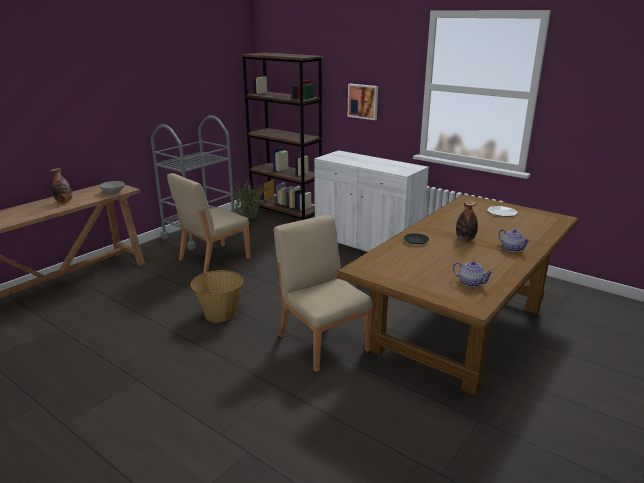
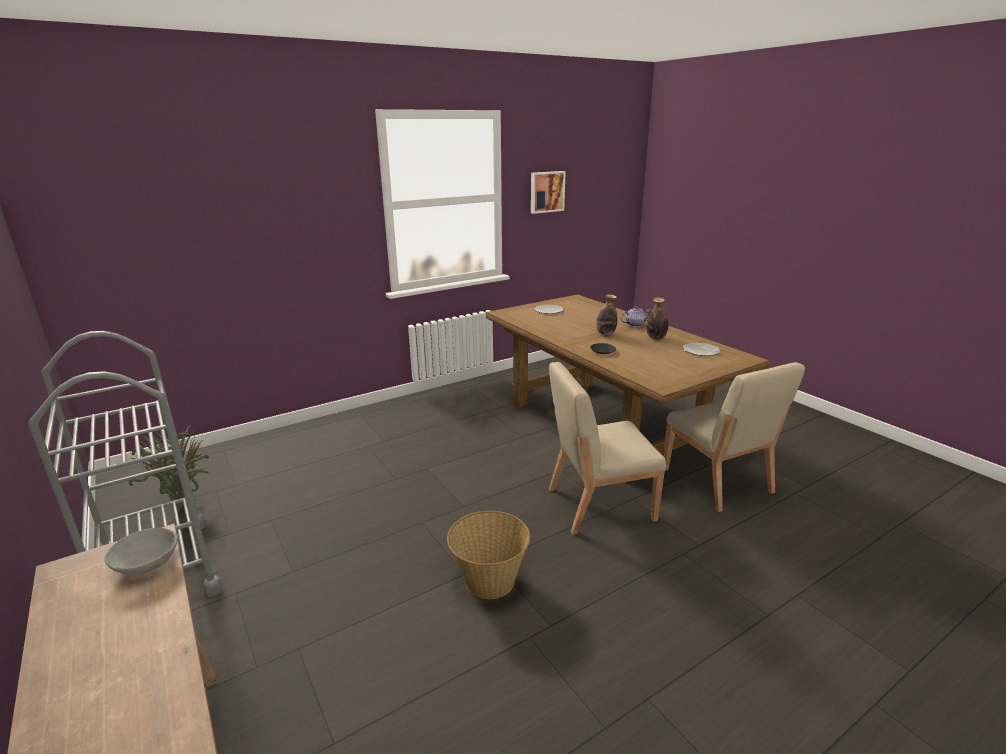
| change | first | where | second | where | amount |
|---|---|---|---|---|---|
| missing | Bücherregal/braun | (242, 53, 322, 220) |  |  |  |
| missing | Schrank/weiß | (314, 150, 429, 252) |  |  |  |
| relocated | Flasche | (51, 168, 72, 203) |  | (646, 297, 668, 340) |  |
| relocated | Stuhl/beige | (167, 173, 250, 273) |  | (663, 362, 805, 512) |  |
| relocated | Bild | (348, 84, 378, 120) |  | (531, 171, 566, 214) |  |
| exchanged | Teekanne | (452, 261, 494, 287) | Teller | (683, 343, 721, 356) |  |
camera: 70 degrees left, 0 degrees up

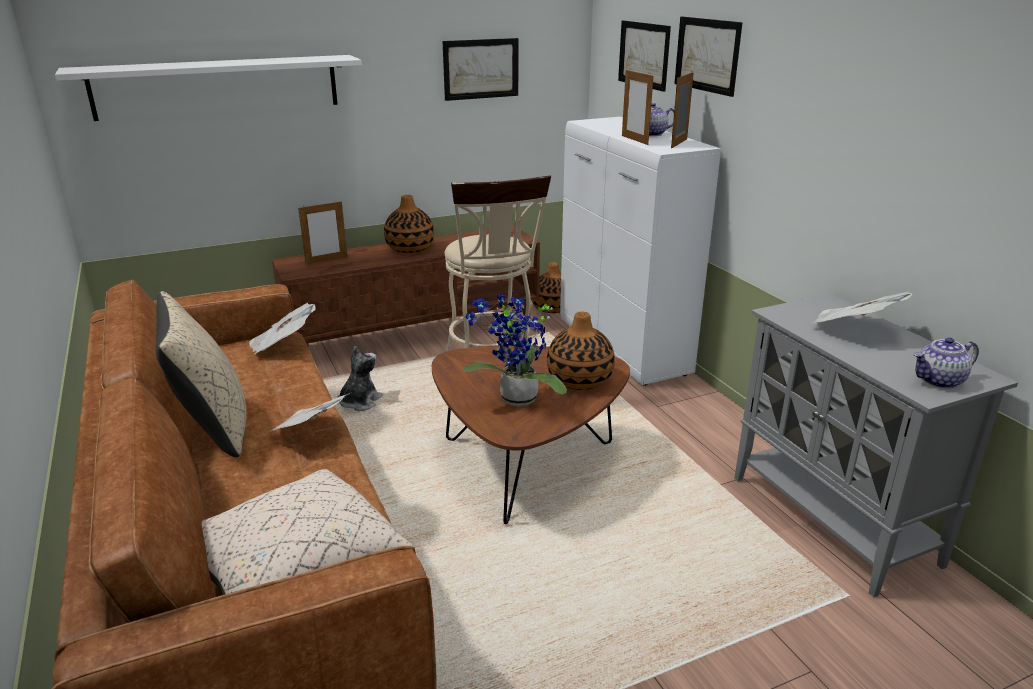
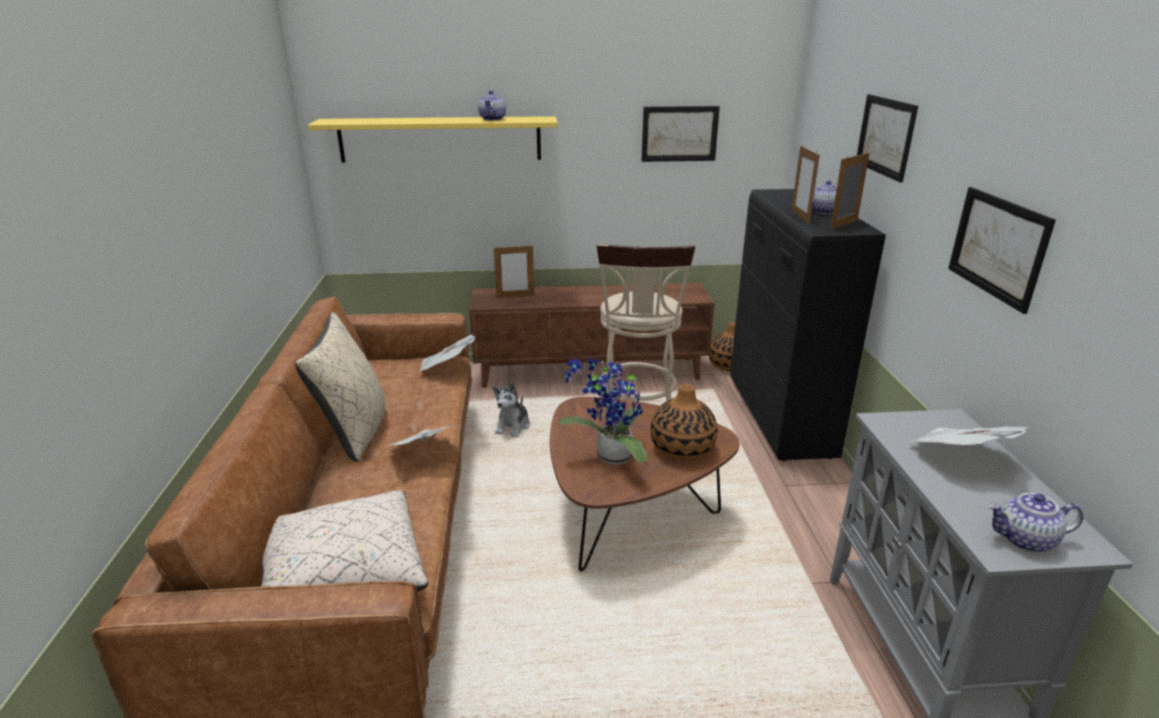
| change | first | where | second | where | amount |
|---|---|---|---|---|---|
| missing | Vase | (384, 195, 434, 253) |  |  |  |
| appeared |  |  | Teekanne | (478, 90, 506, 121) |  |
| relocated | Bild | (618, 20, 671, 92) |  | (948, 187, 1056, 314) |  |
| colour | Wandregal/weiß | (55, 55, 362, 121) | Wandregal/gelb | (308, 116, 558, 163) |  |
| colour | Schrank/weiß | (560, 117, 721, 386) | Schrank/schwarz | (730, 189, 886, 461) |  |
| spun | Plüschtier | (338, 346, 383, 411) |  | (493, 382, 530, 437) | 150 degrees clockwise |
camera: 20 degrees right, 0 degrees up

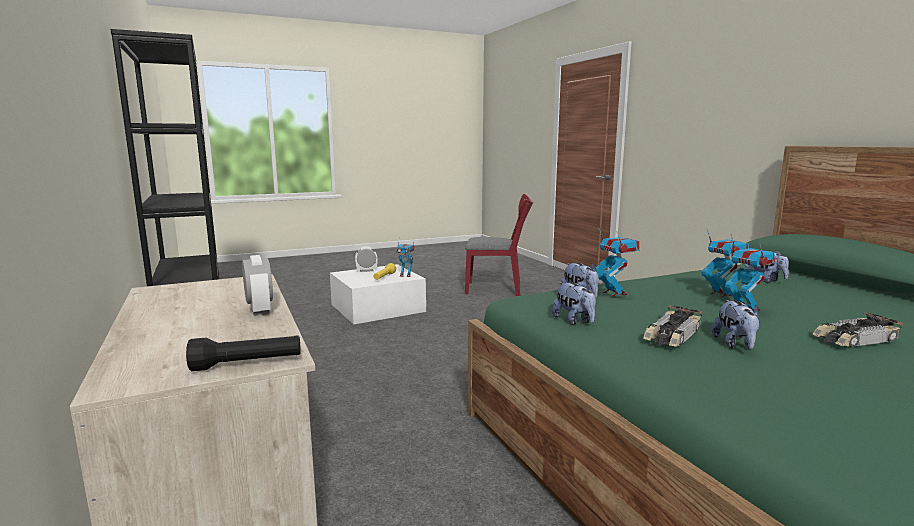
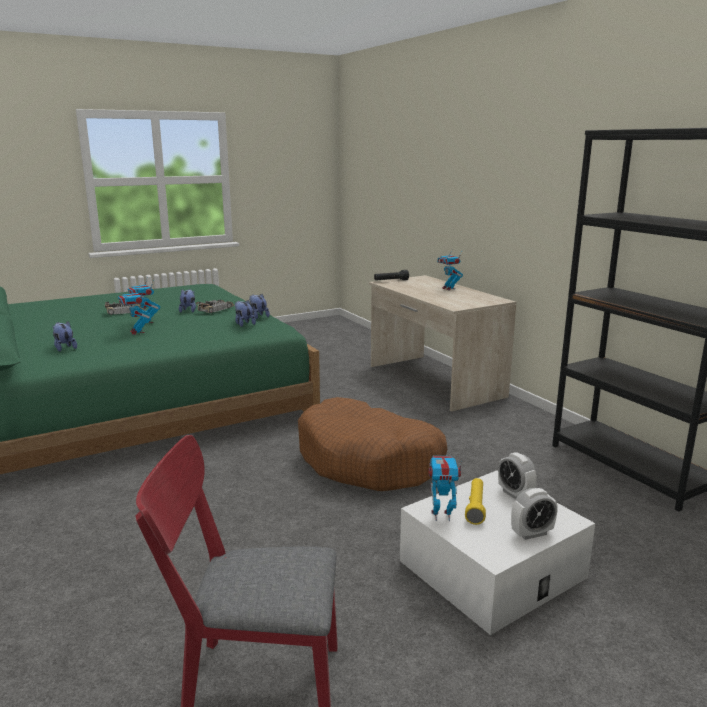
| change | first | where | second | where | amount |
|---|---|---|---|---|---|
| appeared |  |  | Hundebett/braun | (298, 397, 447, 491) |  |
| relocated | Wecker | (242, 255, 273, 316) |  | (498, 452, 537, 499) |  |
| relocated | Spielzeugroboter | (595, 227, 640, 296) |  | (438, 248, 463, 290) |  |
camera: 175 degrees right, 5 degrees up

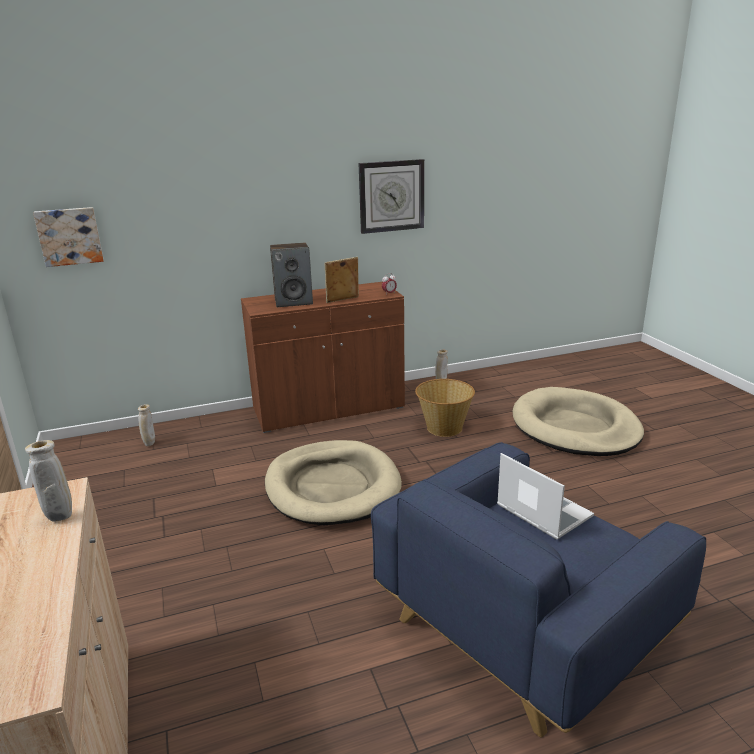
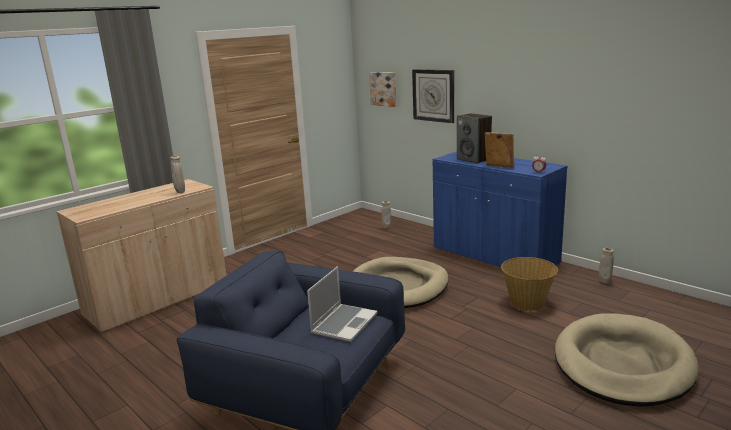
| change | first | where | second | where | amount |
|---|---|---|---|---|---|
| relocated | Wanduhr | (358, 159, 424, 234) |  | (412, 69, 454, 123) |  |
| colour | Schrank/braun | (241, 282, 405, 433) | Schrank/blau | (432, 152, 567, 267) |  |
camera: 65 degrees right, 5 degrees down

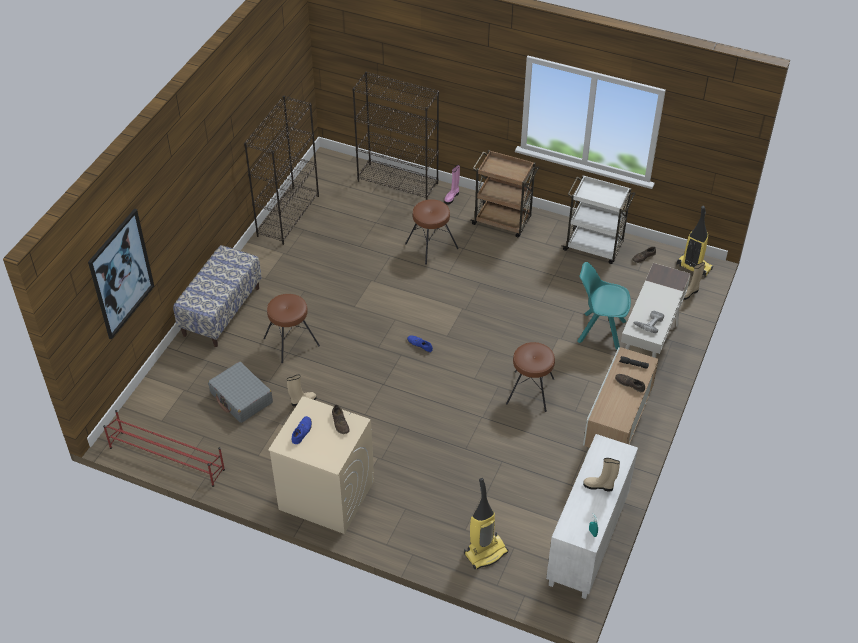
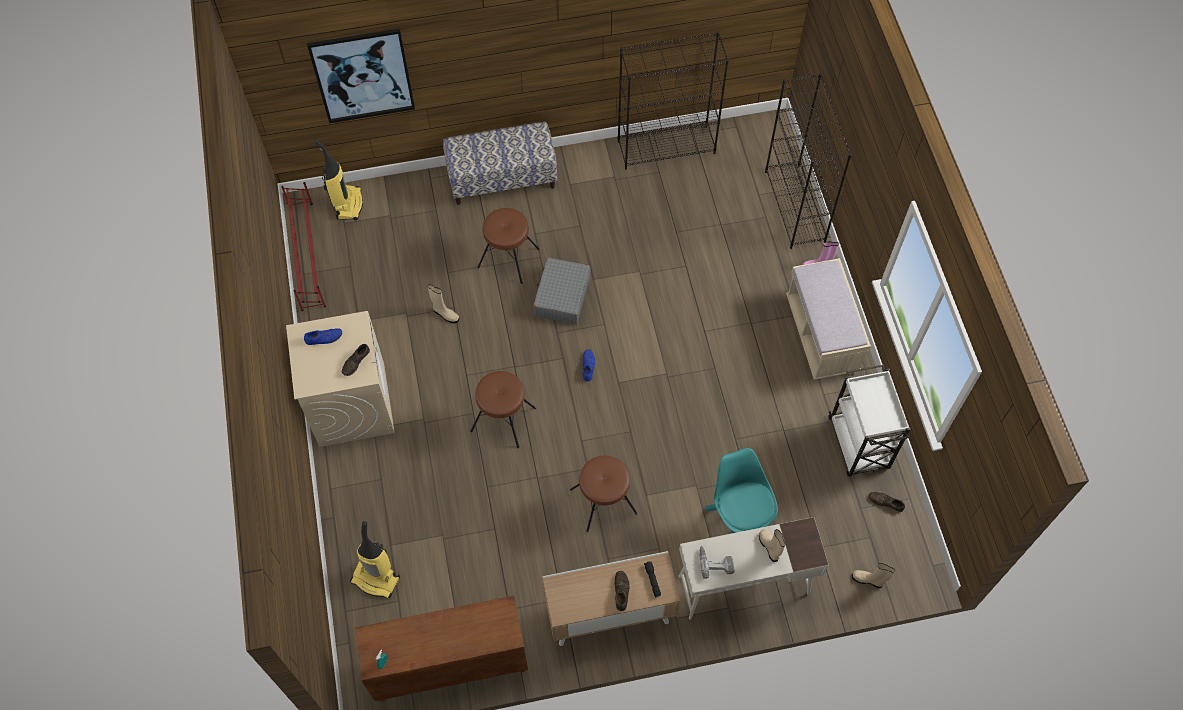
| change | first | where | second | where | amount |
|---|---|---|---|---|---|
| relocated | Koffer/grau | (208, 362, 273, 423) |  | (533, 258, 590, 324) |  |
| relocated | Hocker/braun | (405, 199, 459, 265) |  | (470, 371, 536, 448) |  |
| relocated | Stiefel/beige | (583, 458, 620, 491) |  | (759, 529, 785, 562) |  |
| relocated | Staubsauger | (676, 206, 713, 278) |  | (314, 139, 363, 220) |  |
| exchanged | Rollwagen/braun | (470, 150, 539, 238) | Bank/beige | (786, 258, 871, 380) |  |
| colour | Schrank/weiß | (546, 434, 638, 599) | Schrank/braun | (355, 595, 528, 702) |  |
camera: 55 degrees right, 15 degrees up

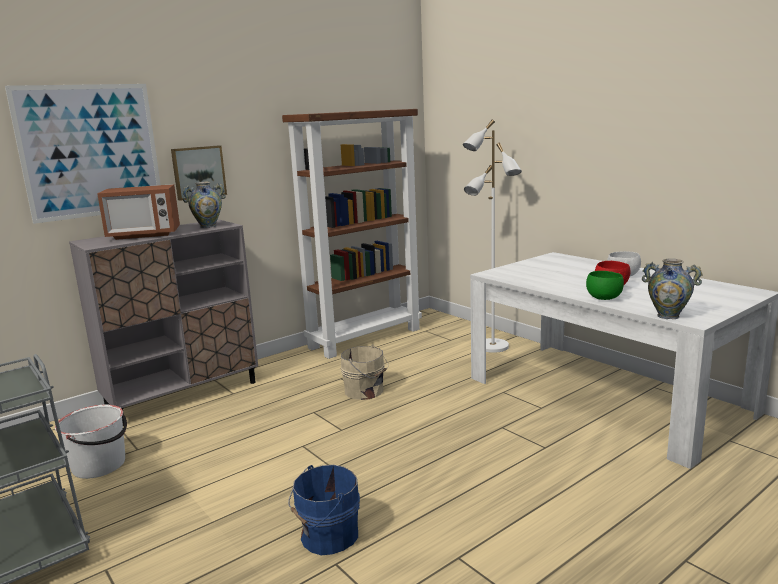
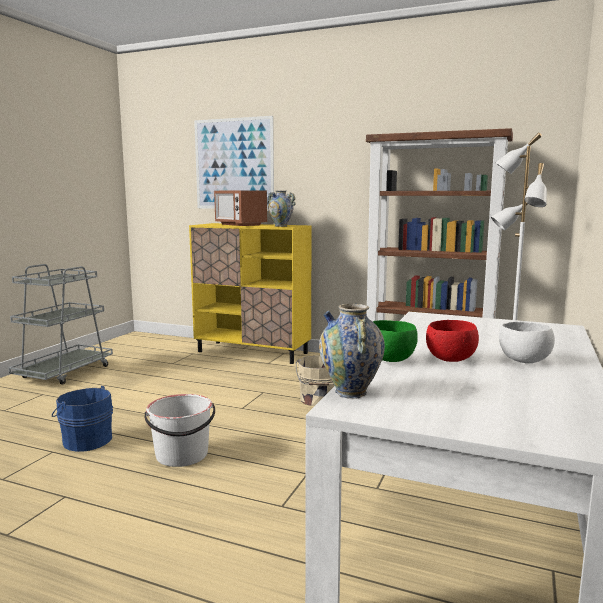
| change | first | where | second | where | amount |
|---|---|---|---|---|---|
| missing | Bild | (171, 145, 227, 201) |  |  |  |
| relocated | Eimer/weiß | (55, 405, 127, 479) |  | (145, 394, 215, 467) |  |
| colour | Schrank/grau | (69, 219, 258, 426) | Schrank/gelb | (189, 223, 312, 364) |  |
camera: 60 degrees right, 5 degrees down

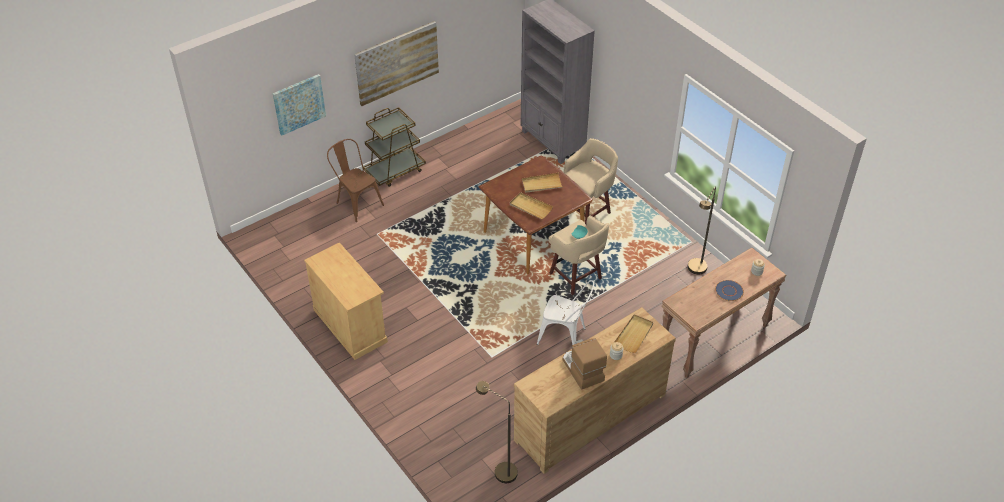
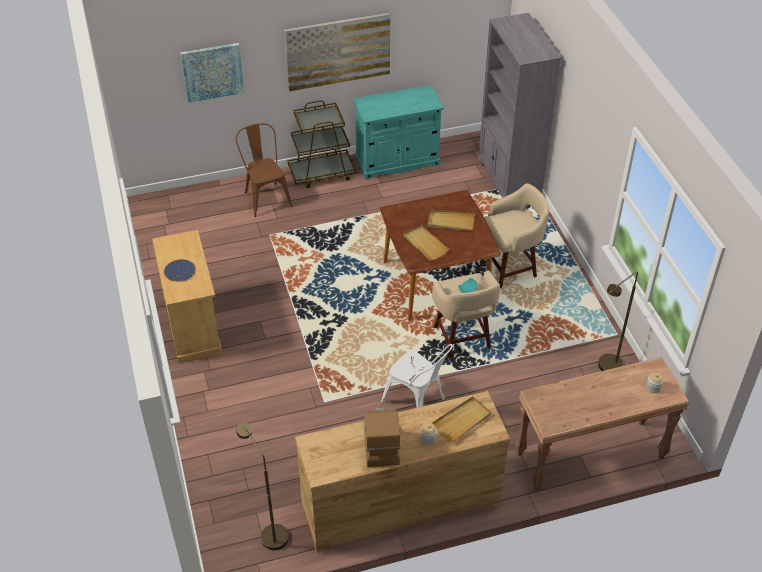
| change | first | where | second | where | amount |
|---|---|---|---|---|---|
| appeared |  |  | Schrank/türkis | (353, 85, 444, 180) |  |
| relocated | Teller/blau | (715, 280, 744, 301) |  | (164, 259, 196, 282) |  |
camera: 20 degrees right, 0 degrees up

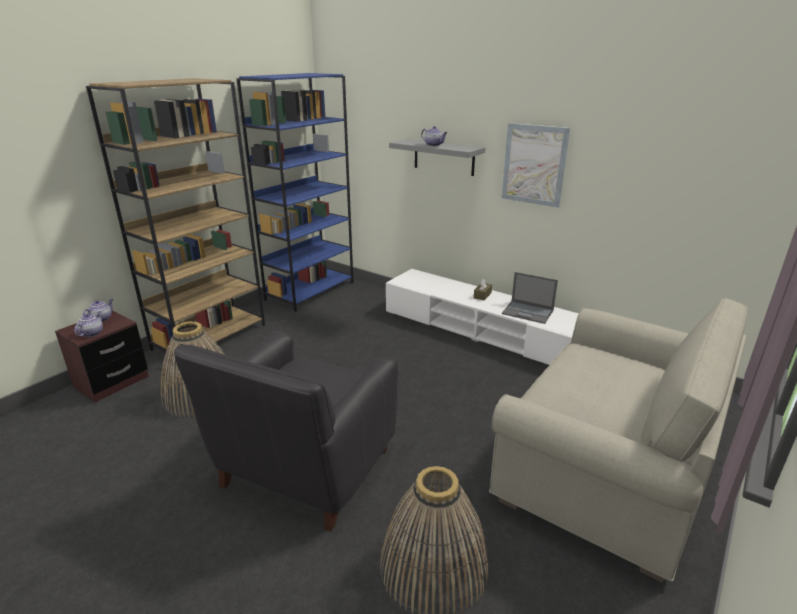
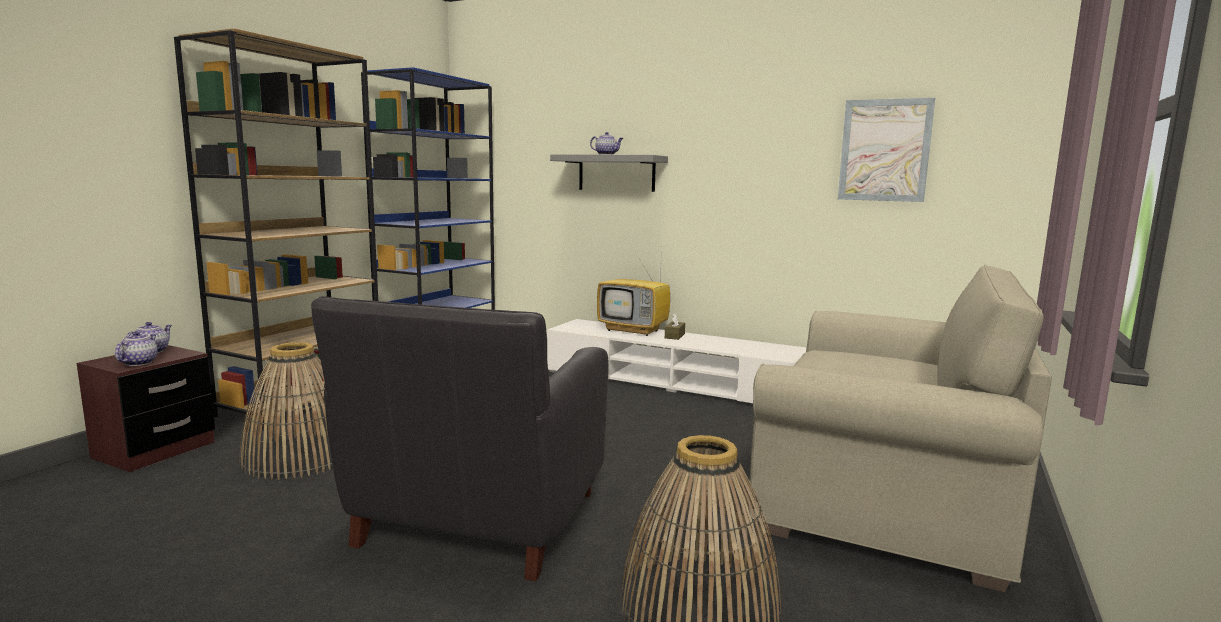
| change | first | where | second | where | amount |
|---|---|---|---|---|---|
| missing | Laptop | (502, 272, 558, 324) |  |  |  |
| appeared |  |  | Fernseher | (597, 249, 670, 336) |  |
| relocated | Bild | (502, 123, 570, 208) |  | (838, 98, 935, 202) |  |
camera: 10 degrees left, 15 degrees down

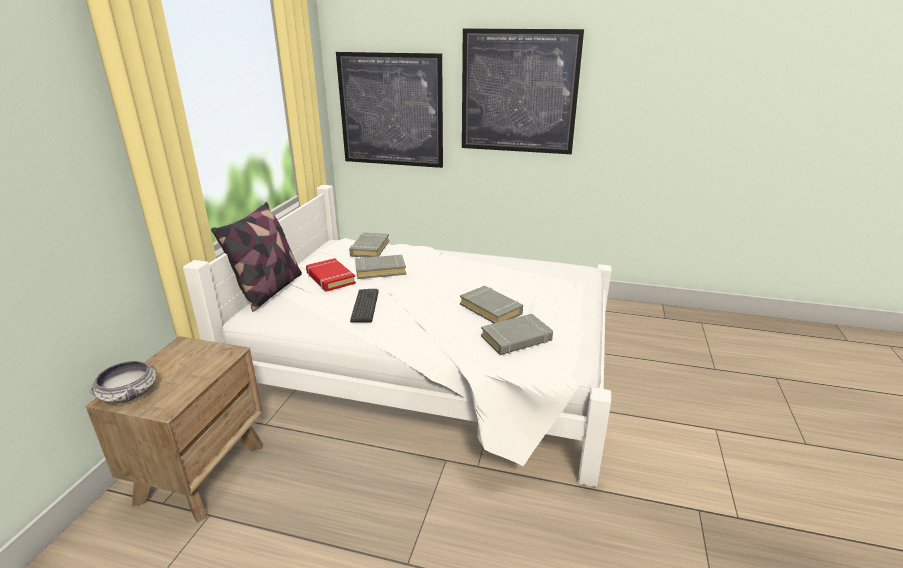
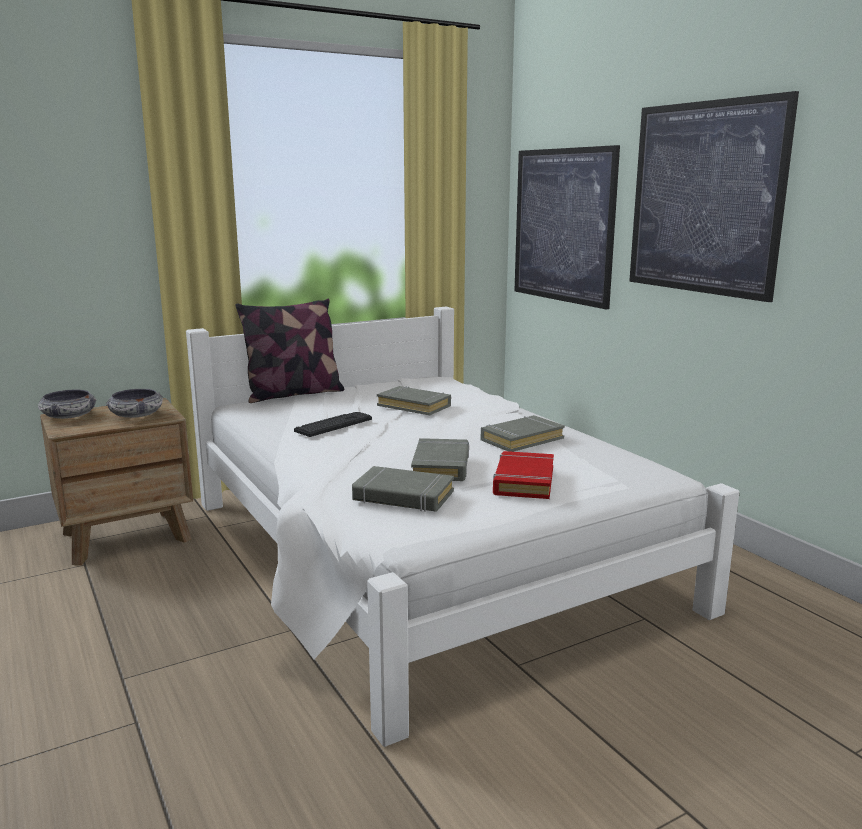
| change | first | where | second | where | amount |
|---|---|---|---|---|---|
| appeared |  |  | Schüssel | (106, 389, 163, 418) |  |
| relocated | Buch/rot | (306, 258, 356, 292) |  | (493, 451, 554, 499) |  |
| relocated | Buch/grau | (349, 233, 389, 258) |  | (481, 415, 565, 452) |  |
camera: 45 degrees right, 10 degrees down

